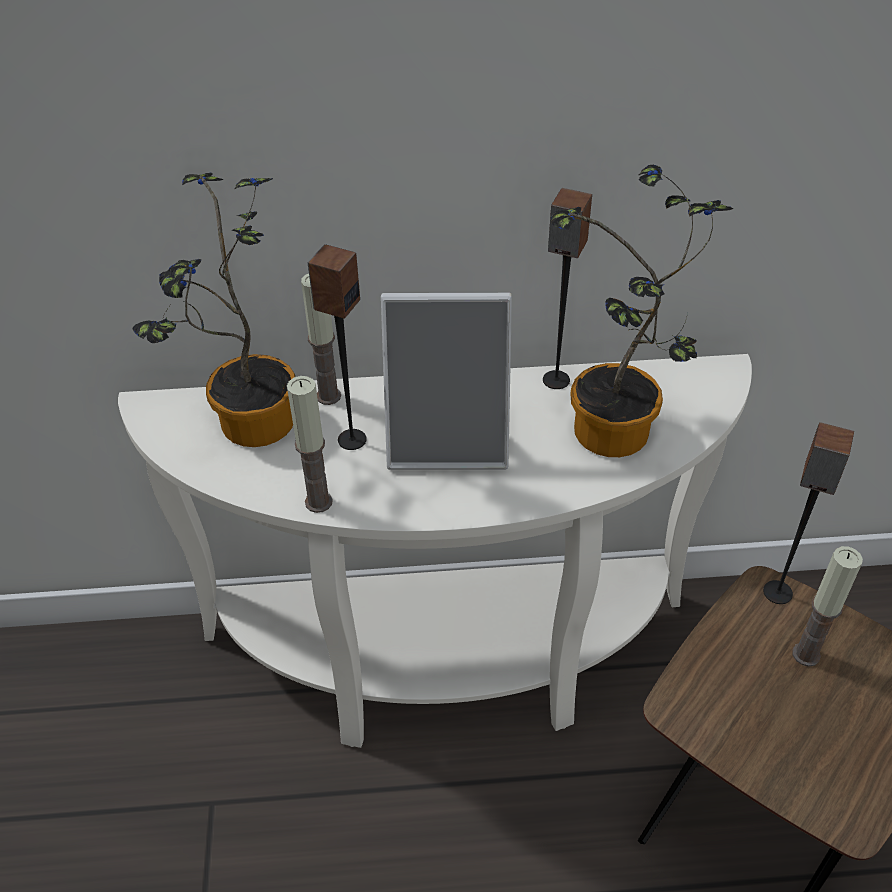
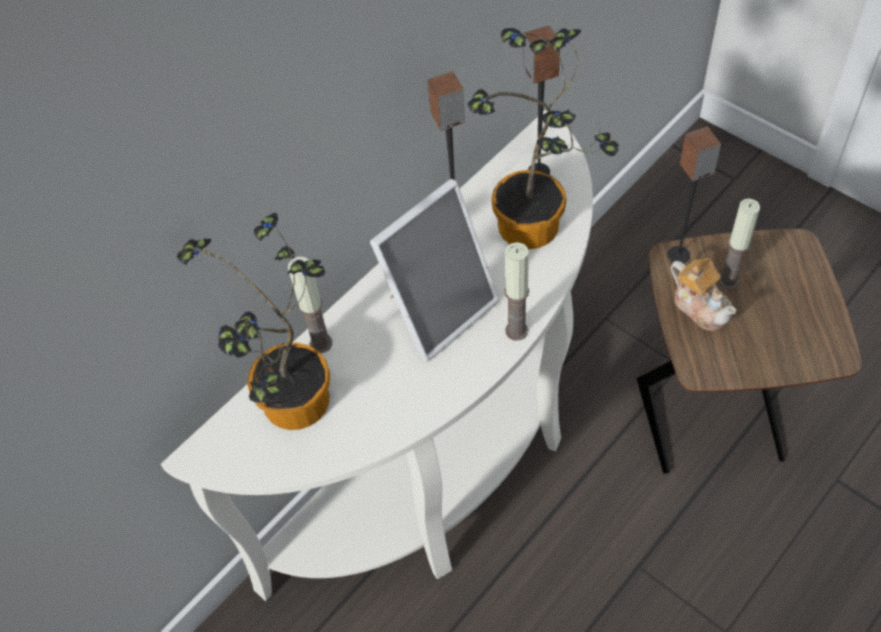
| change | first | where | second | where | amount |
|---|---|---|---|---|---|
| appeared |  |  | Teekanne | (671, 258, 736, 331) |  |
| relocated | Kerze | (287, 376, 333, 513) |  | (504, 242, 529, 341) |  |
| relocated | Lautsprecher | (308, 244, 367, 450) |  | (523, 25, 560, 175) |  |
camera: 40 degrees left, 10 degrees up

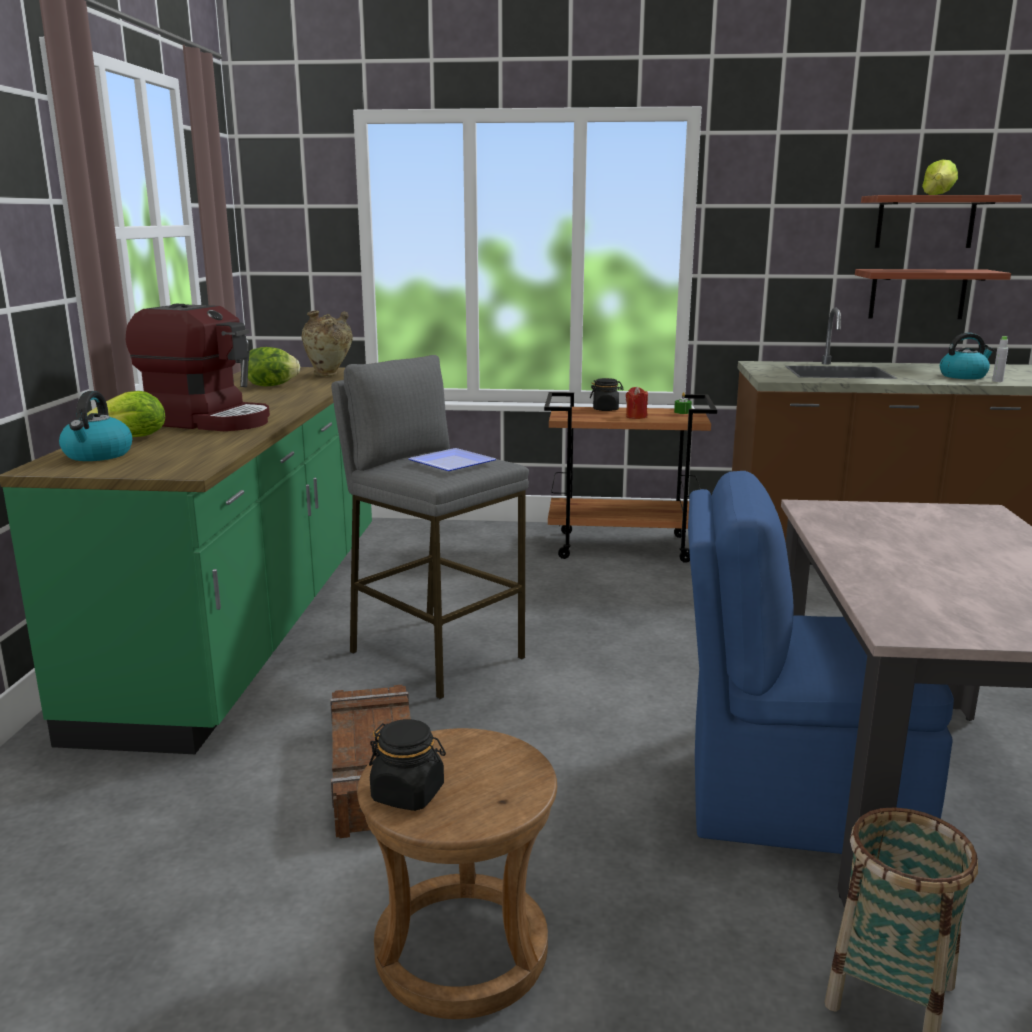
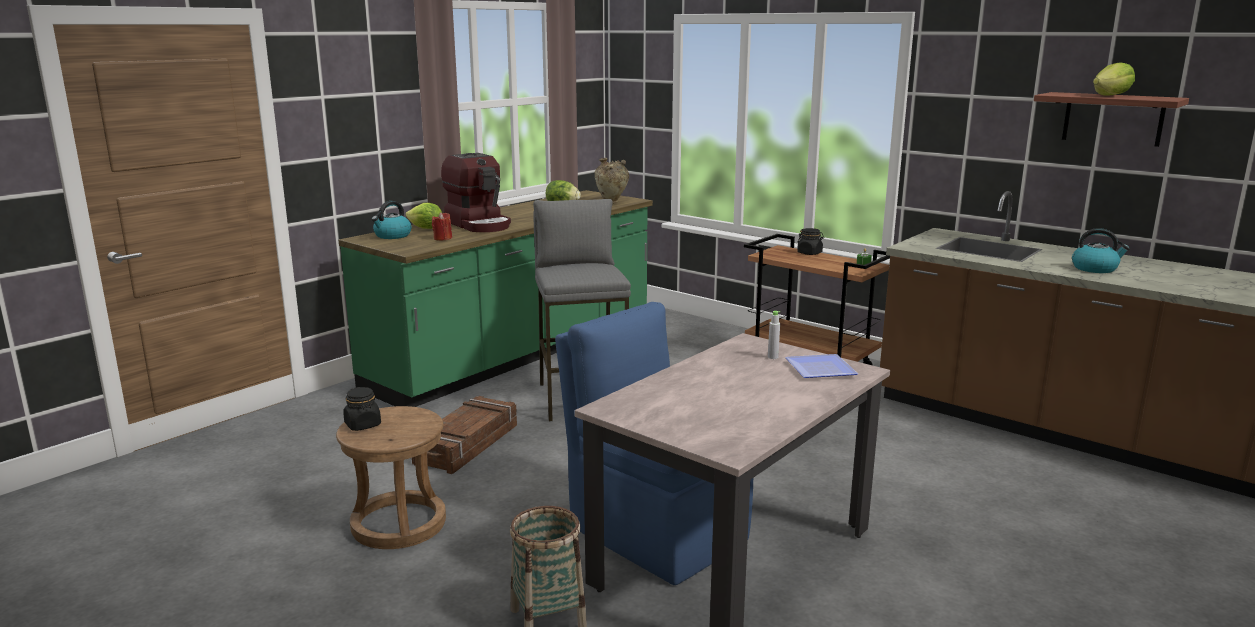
| change | first | where | second | where | amount |
|---|---|---|---|---|---|
| missing | Wandregal | (855, 269, 1011, 319) |  |  |  |
| relocated | Teller | (408, 448, 496, 471) |  | (785, 354, 858, 378) |  |
| relocated | Kerze/rot | (626, 386, 648, 419) |  | (432, 212, 452, 240) |  |
| relocated | Flasche/grau | (992, 336, 1008, 382) |  | (768, 311, 780, 359) |  |
camera: 35 degrees right, 0 degrees up

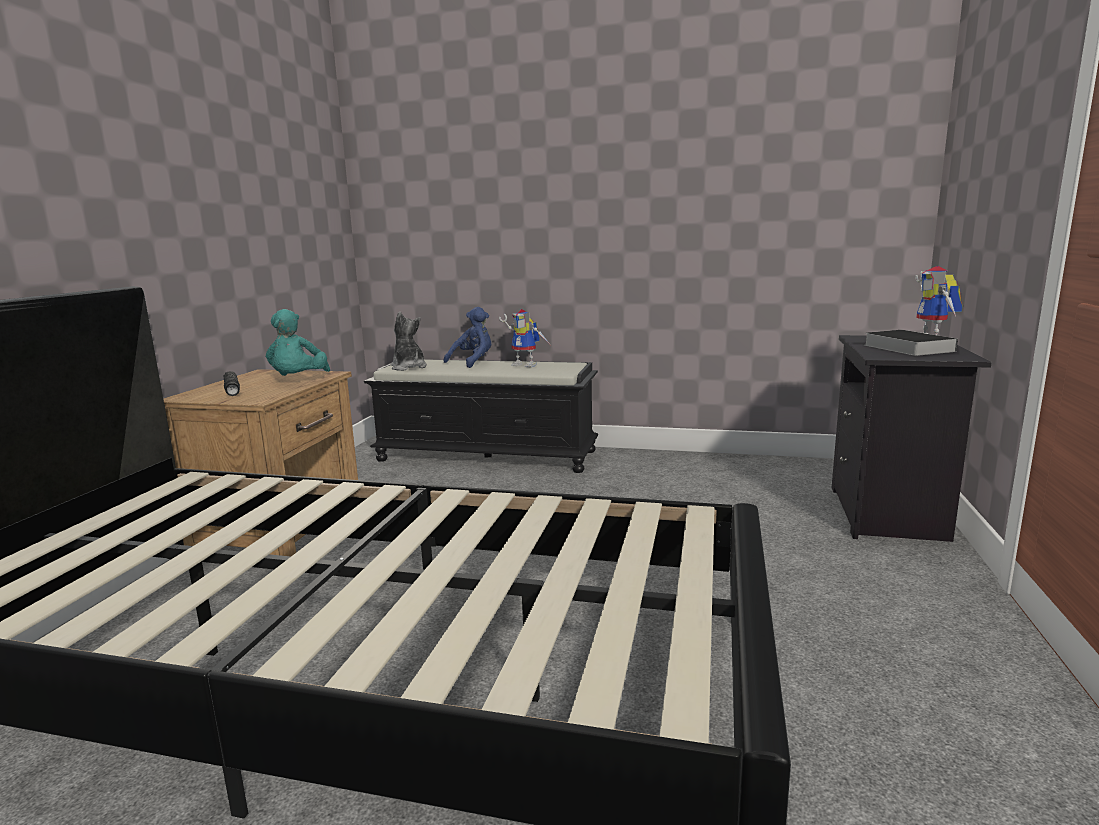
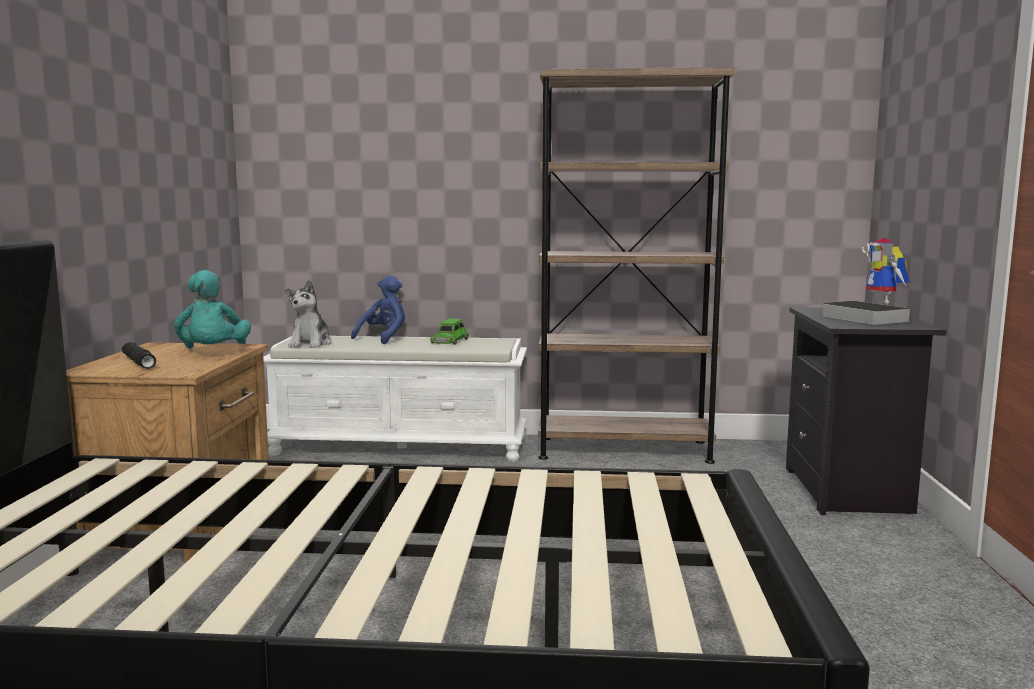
| change | first | where | second | where | amount |
|---|---|---|---|---|---|
| appeared |  |  | Bücherregal/braun | (538, 67, 734, 464) |  |
| exchanged | Spielzeugroboter | (499, 309, 549, 367) | Spielzeugauto/grün | (430, 318, 469, 345) |  |
| colour | Bank/schwarz | (364, 359, 598, 473) | Bank/weiß | (263, 336, 527, 462) |  |
| spun | Plüschtier | (391, 312, 427, 371) |  | (285, 280, 332, 348) | 135 degrees counterclockwise |
camera: 10 degrees left, 5 degrees down

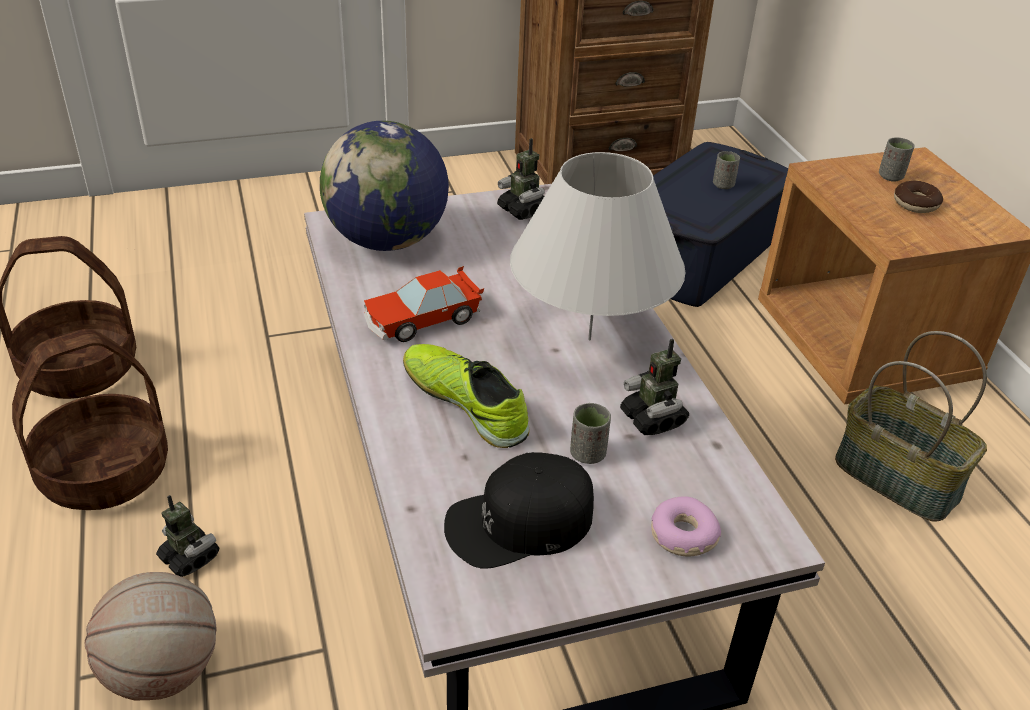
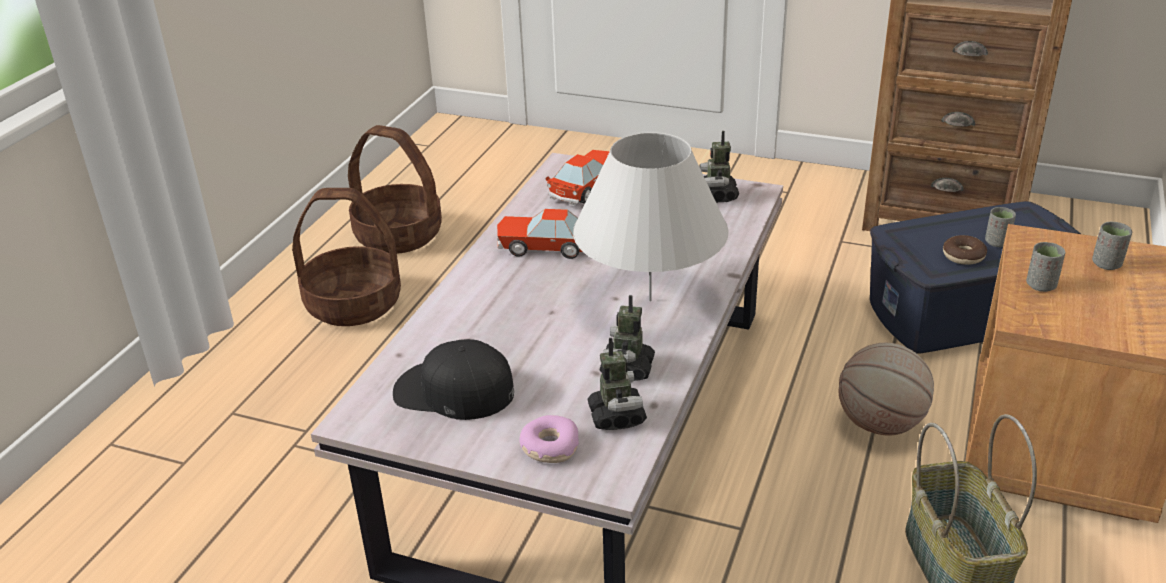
| change | first | where | second | where | amount |
|---|---|---|---|---|---|
| missing | Schuh | (403, 344, 529, 448) |  |  |  |
| relocated | Basketball | (85, 572, 216, 701) |  | (838, 343, 934, 436) |  |
| relocated | Spielzeugroboter | (156, 495, 219, 577) |  | (587, 338, 647, 430) |  |
| relocated | Tasse/grau | (570, 403, 611, 464) |  | (1026, 242, 1065, 292) |  |
| relocated | Donut | (894, 181, 943, 213) |  | (943, 235, 987, 265) |  |
| exchanged | Globus | (320, 121, 449, 251) | Spielzeugauto | (546, 150, 609, 206) |  |
camera: 40 degrees right, 5 degrees down

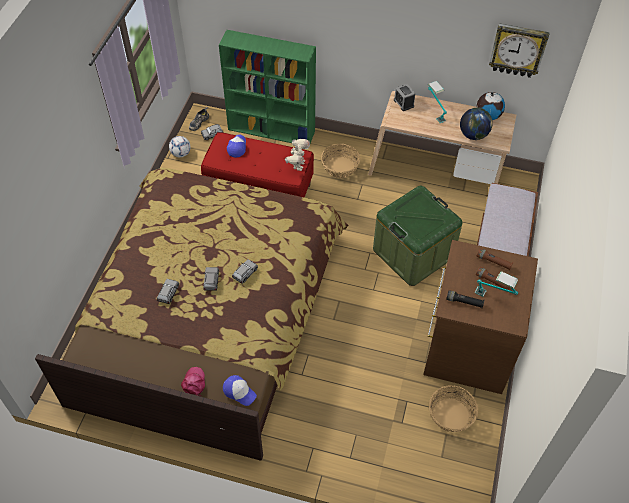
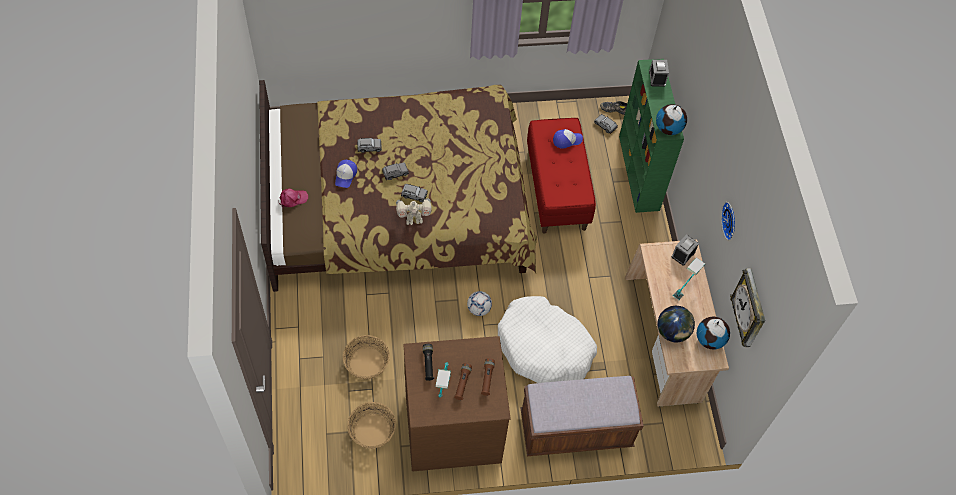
| change | first | where | second | where | amount |
|---|---|---|---|---|---|
| appeared |  |  | Wecker | (649, 60, 669, 87) |  |
| appeared |  |  | Globus | (656, 104, 687, 135) |  |
| appeared |  |  | Wanduhr | (721, 202, 735, 240) |  |
| relocated | Fußball | (169, 136, 190, 157) |  | (467, 291, 492, 316) |  |
| relocated | Kappe | (223, 375, 257, 406) |  | (335, 160, 357, 188) |  |
| relocated | Spielzeugroboter | (285, 139, 310, 171) |  | (396, 198, 432, 225) |  |
| relocated | Korb | (321, 144, 361, 178) |  | (343, 335, 390, 379) |  |
| exchanged | Aufbewahrungsbox/grün | (373, 186, 462, 286) | Hundebett/weiß | (498, 296, 597, 383) |  |
camera: 65 degrees right, 5 degrees up

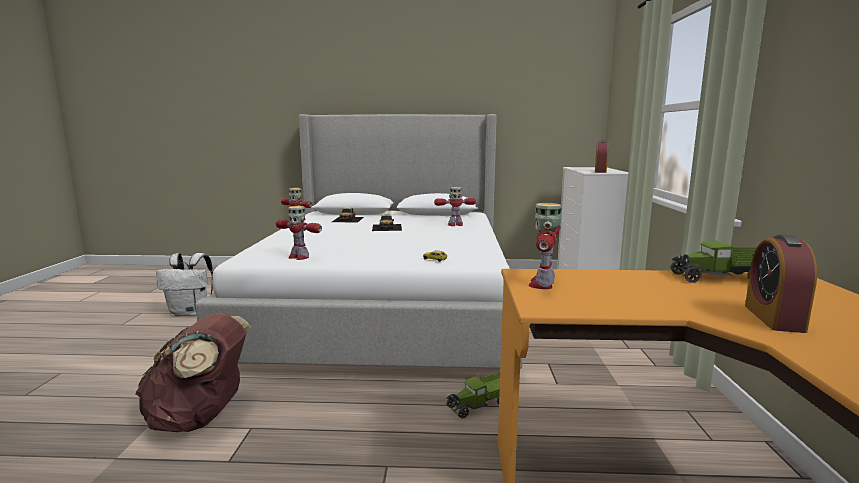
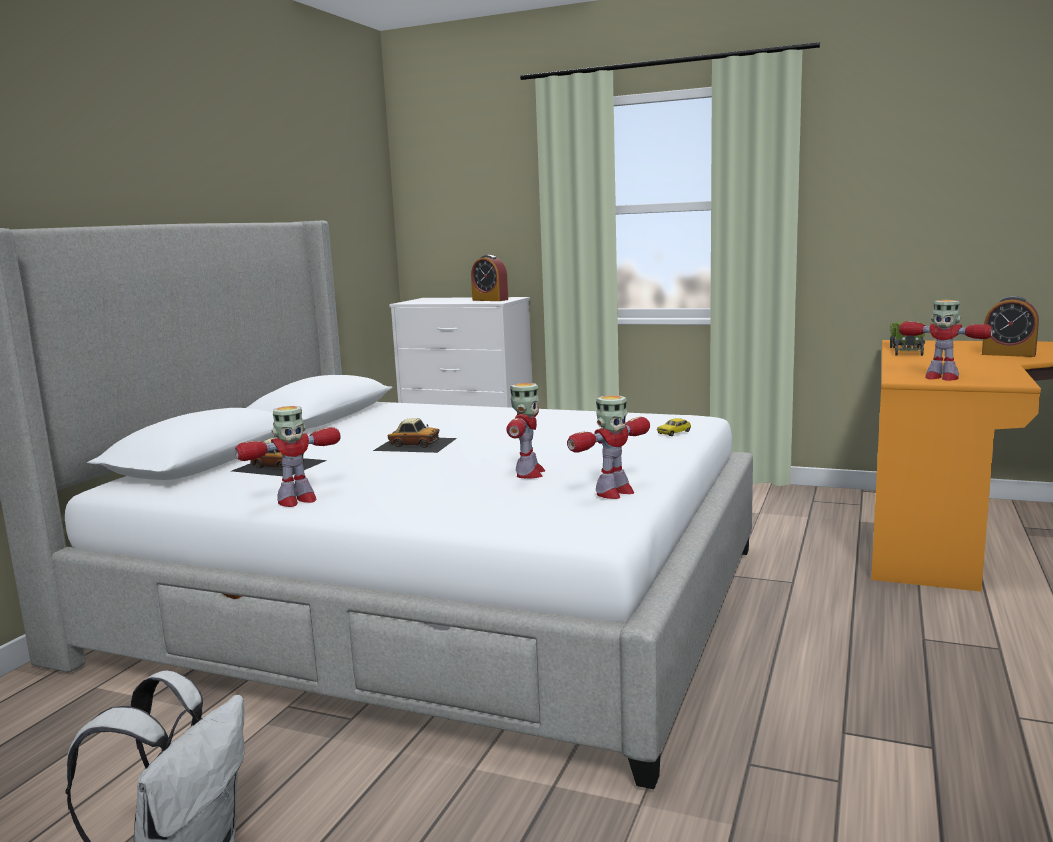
| change | first | where | second | where | amount |
|---|---|---|---|---|---|
| missing | Rucksack/braun | (135, 313, 251, 432) |  |  |  |
| missing | Spielzeuglaster | (446, 372, 500, 419) |  |  |  |
| relocated | Spielzeugroboter | (434, 187, 476, 226) |  | (506, 383, 545, 479) |  |
camera: 70 degrees left, 0 degrees up

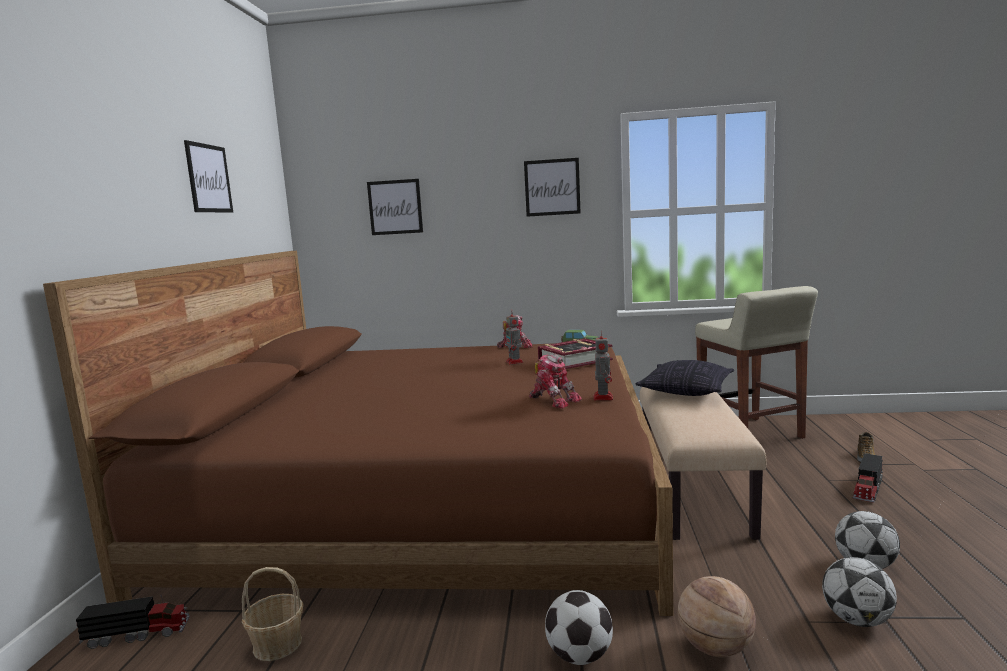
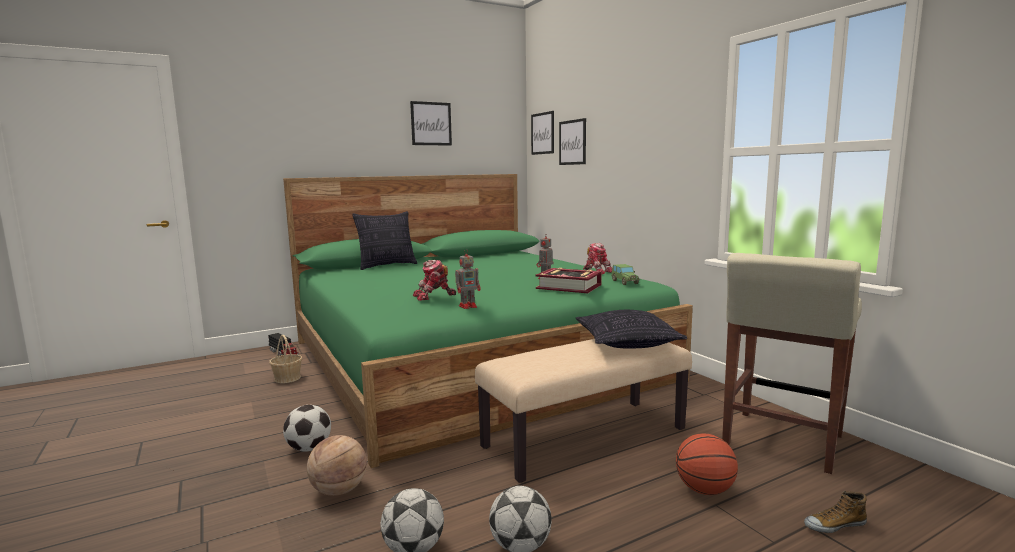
| change | first | where | second | where | amount |
|---|---|---|---|---|---|
| missing | Spielzeuglaster | (853, 453, 883, 503) |  |  |  |
| appeared |  |  | Kissen | (352, 211, 417, 270) |  |
| appeared |  |  | Basketball | (676, 433, 738, 495) |  |
| relocated | Bild | (524, 158, 581, 217) |  | (531, 111, 554, 155) |  |
| colour | Bett/braun | (43, 251, 673, 616) | Bett/grün | (283, 174, 693, 468) |  |
| spun | Spielzeugroboter | (529, 354, 582, 409) |  | (413, 260, 456, 301) | 60 degrees clockwise |
camera: 55 degrees right, 0 degrees up

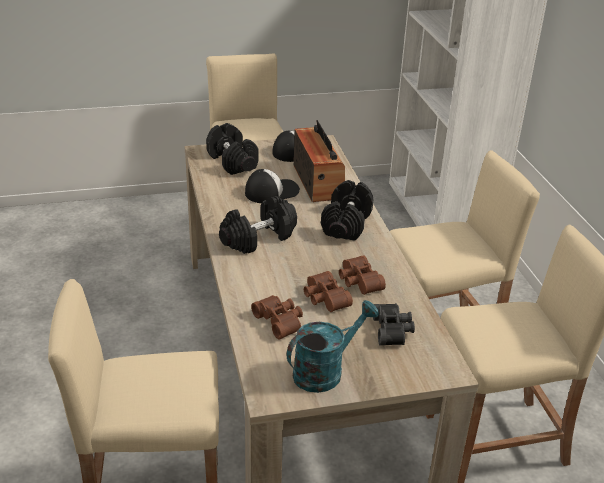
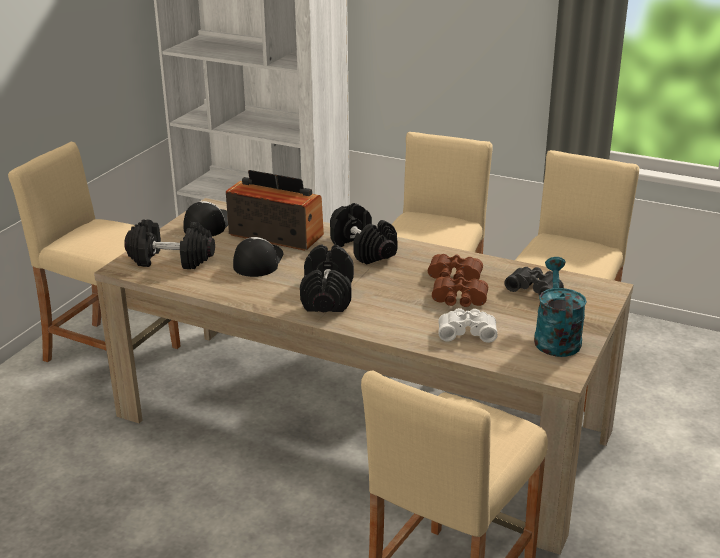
| change | first | where | second | where | amount |
|---|---|---|---|---|---|
| colour | Fernglas/braun | (251, 295, 303, 339) | Fernglas/weiß | (438, 308, 498, 343) |  |
camera: 50 degrees left, 5 degrees down

